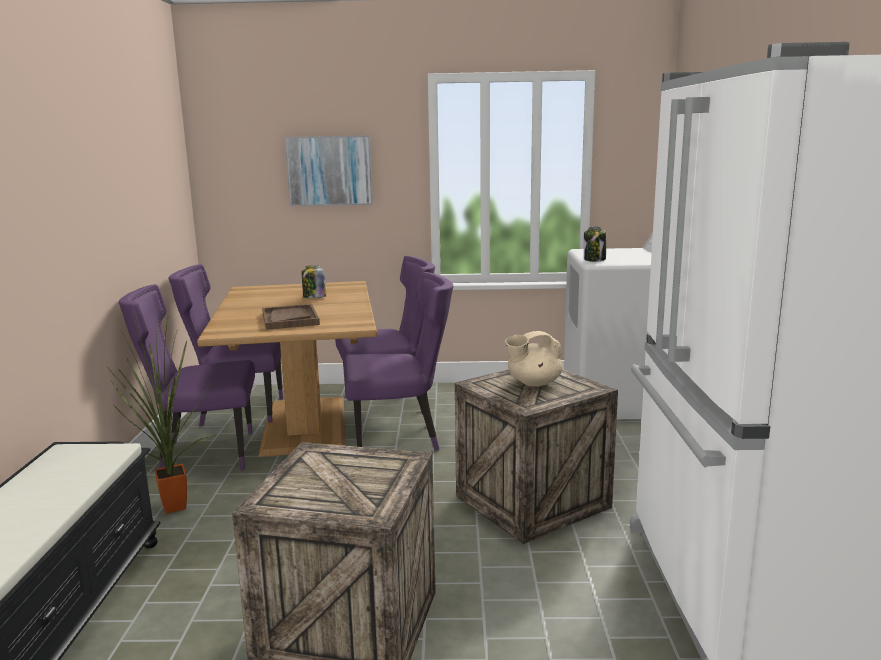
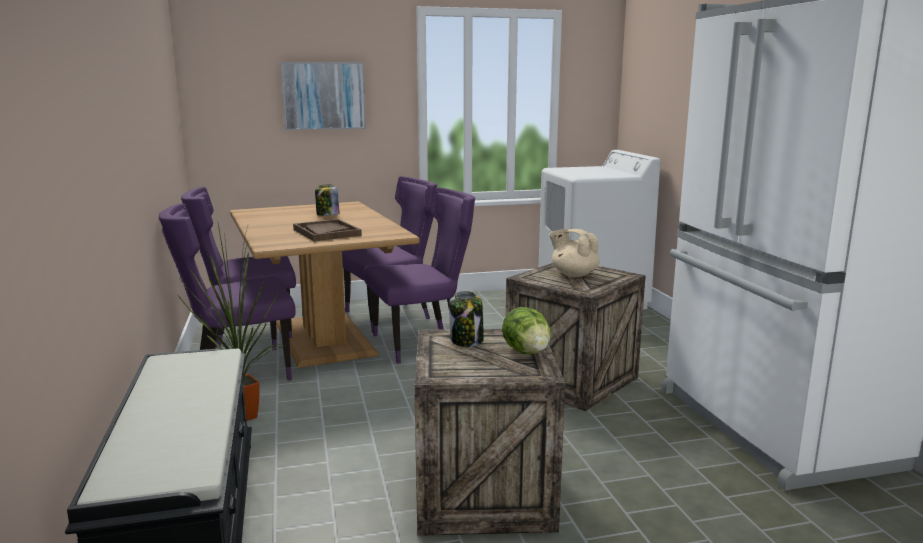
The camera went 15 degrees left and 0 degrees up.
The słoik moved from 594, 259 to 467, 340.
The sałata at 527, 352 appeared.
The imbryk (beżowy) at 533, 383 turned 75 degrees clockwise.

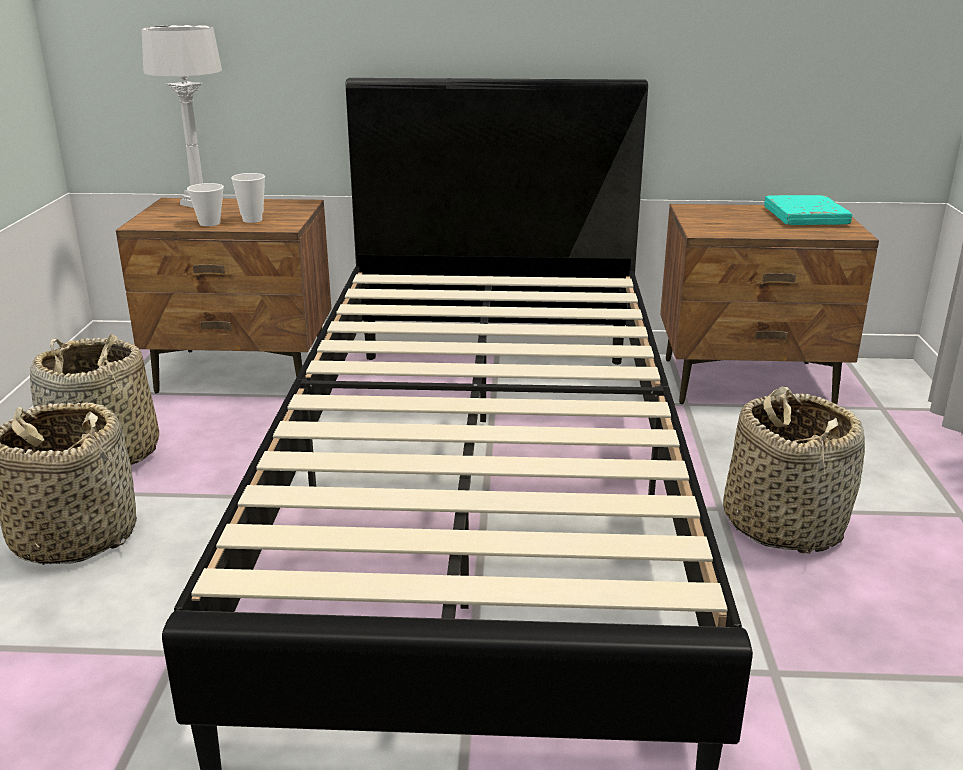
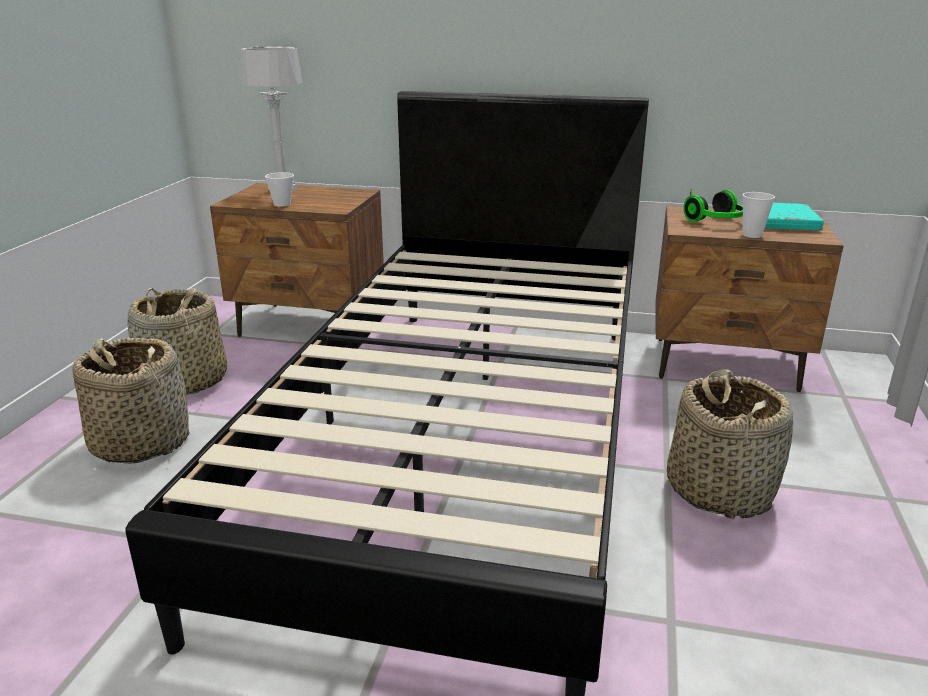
The camera went 10 degrees right and 0 degrees up.
The słuchawki at 717, 221 appeared.
The filiżanka moved from 252, 220 to 752, 235.

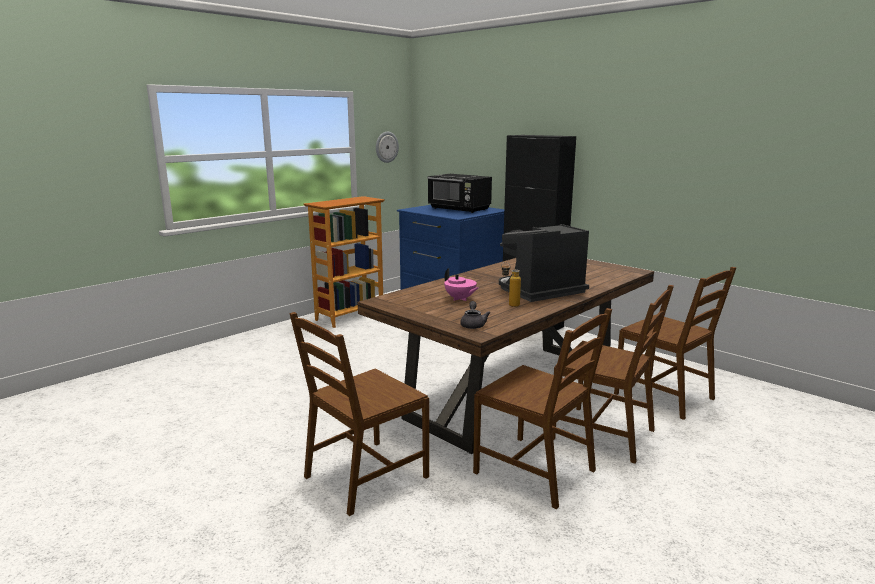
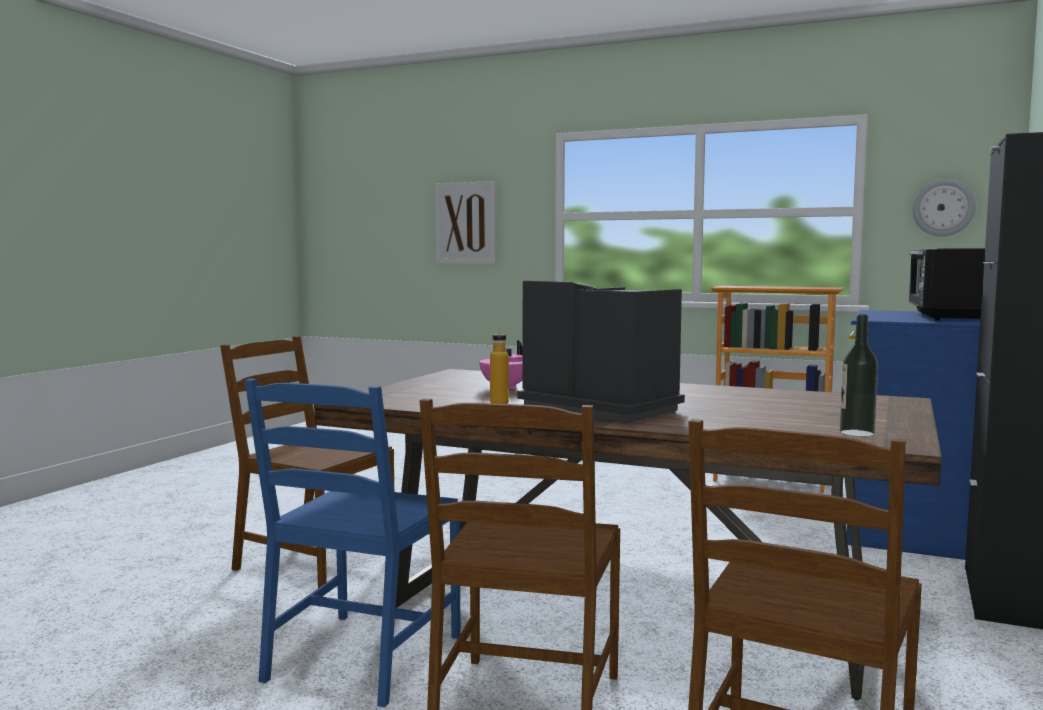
The camera went 70 degrees right and 10 degrees down.
The krzesło (brązowy) at 536, 471 became the krzesło (niebieski) at 362, 658.
The obraz at 466, 223 appeared.
The butelka at 856, 433 appeared.
The imbryk (szary) at 473, 324 disappeared.

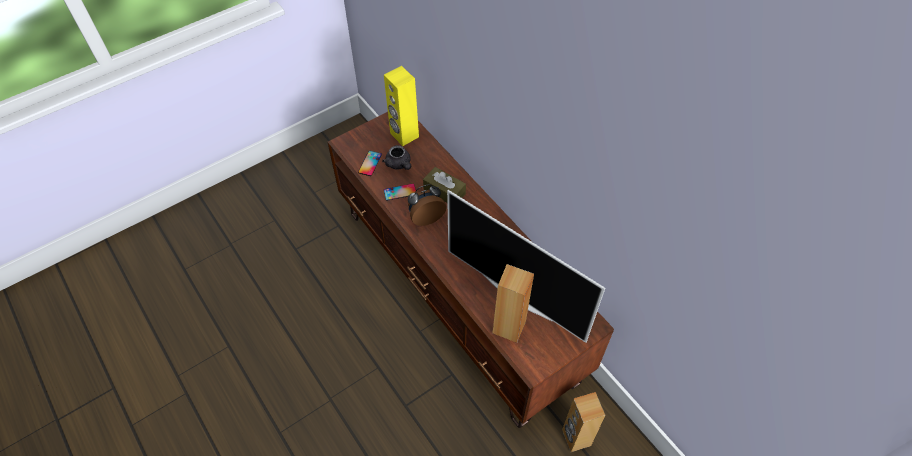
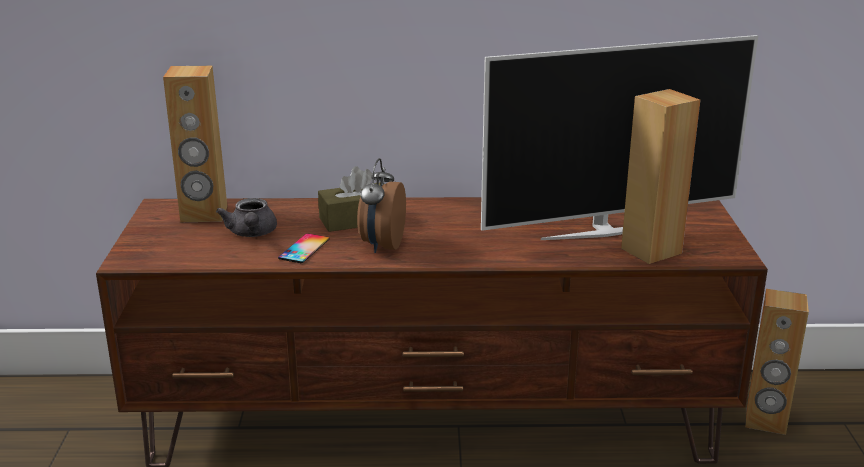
The camera went 55 degrees left and 30 degrees down.
The głośnik (żółty) at 404, 135 became the głośnik (brązowy) at 204, 214.
The imbryk (szary) at 399, 164 turned 75 degrees clockwise.
The telefon at 370, 163 disappeared.

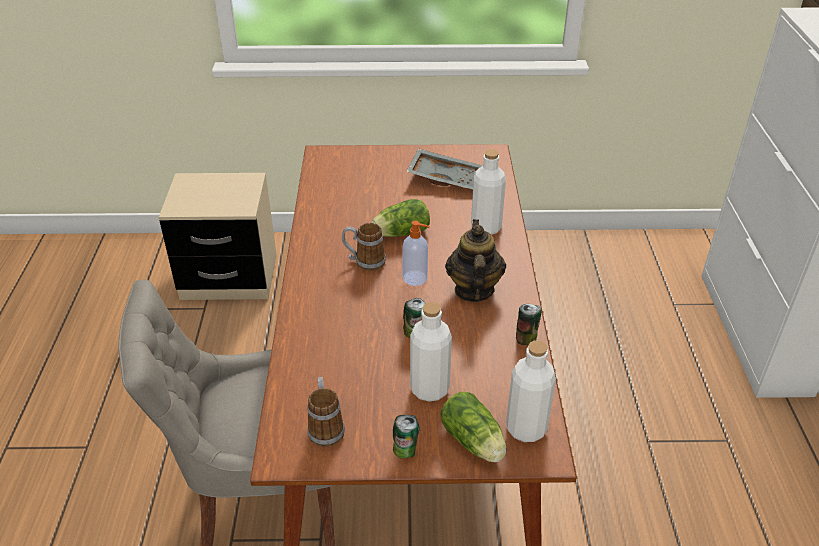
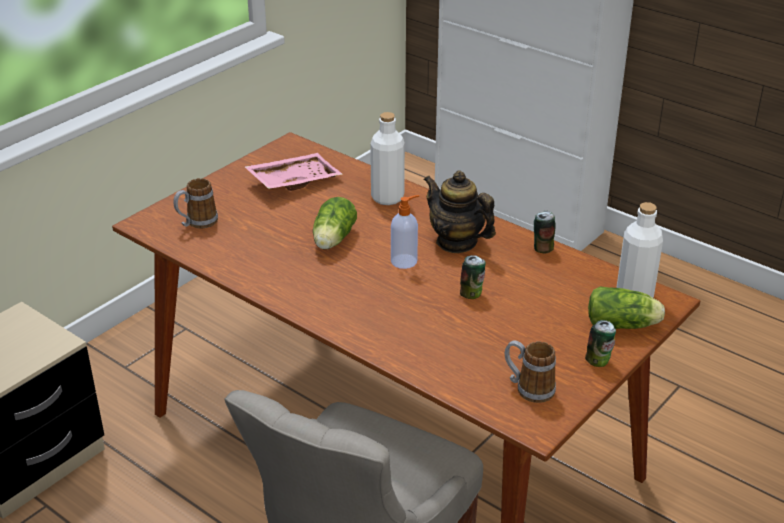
The camera went 50 degrees left and 5 degrees down.
The kubek moved from 364, 261 to 197, 223.
The taca (szary) at 448, 178 became the taca (różowy) at 293, 181.
The butelka (biały) at 429, 389 disappeared.

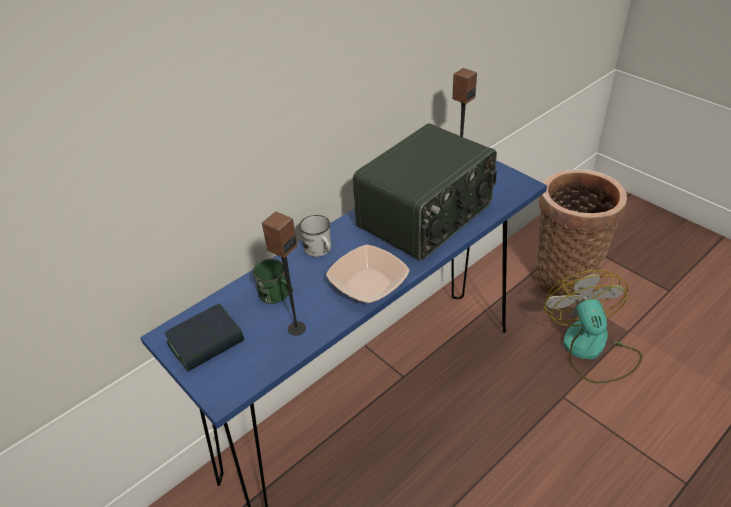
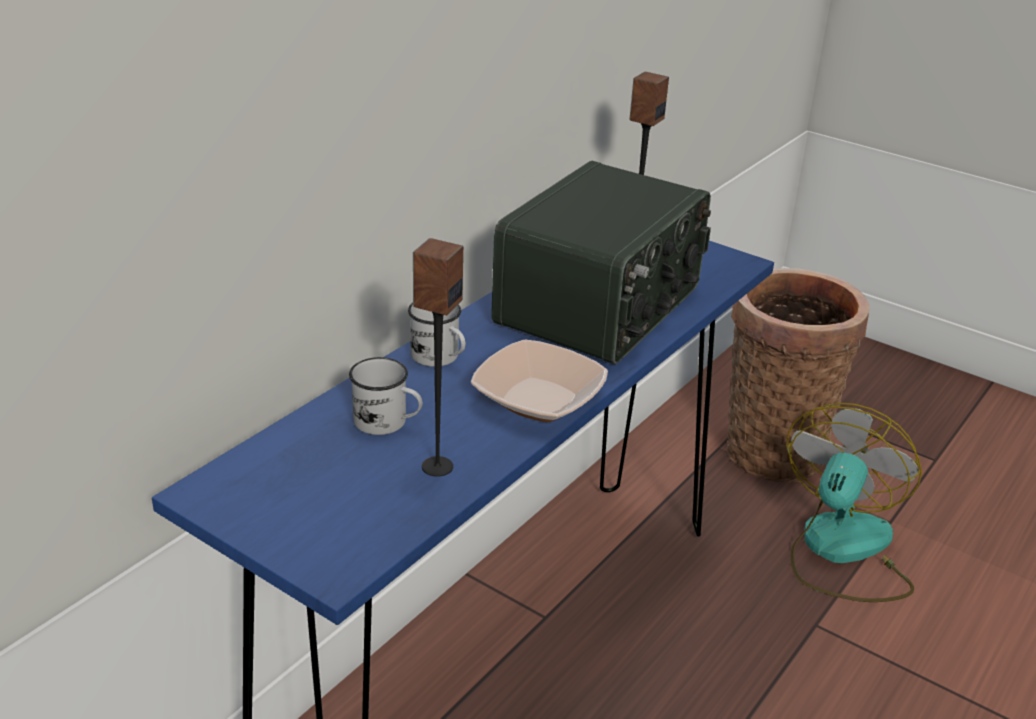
The camera went 15 degrees left and 10 degrees down.
The kubek (zielony) at 277, 295 became the kubek (biały) at 388, 423.
The wentylator at 591, 349 turned 45 degrees clockwise.
The książka at 206, 342 disappeared.

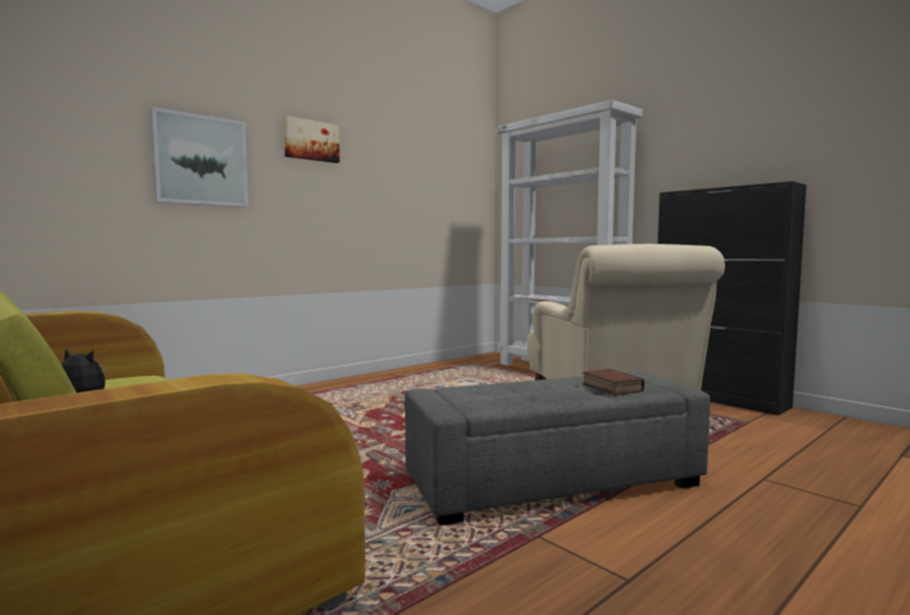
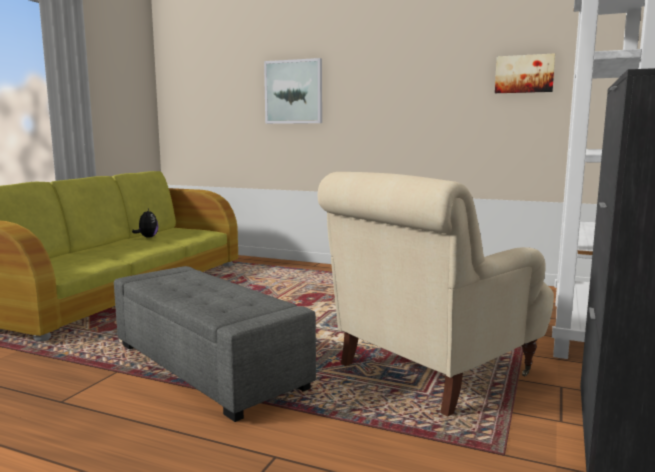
The camera went 65 degrees right and 5 degrees up.
The obraz moved from 311, 140 to 524, 74.
The książka at 610, 387 disappeared.

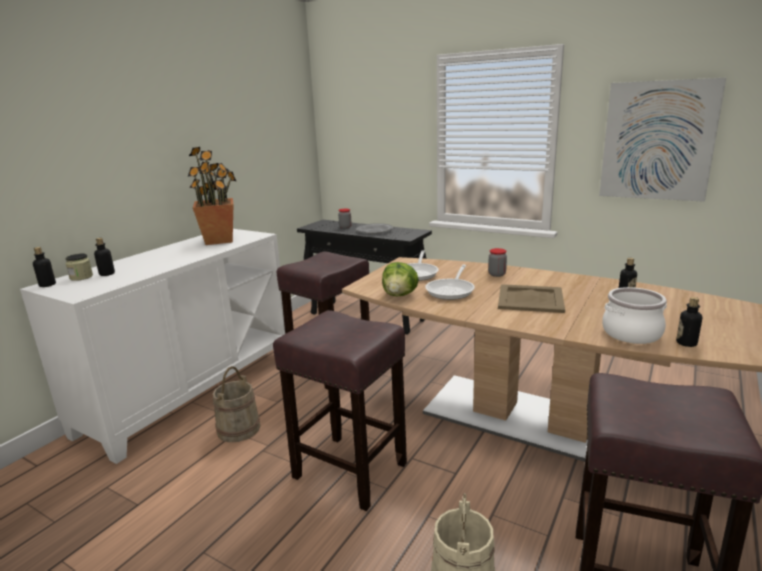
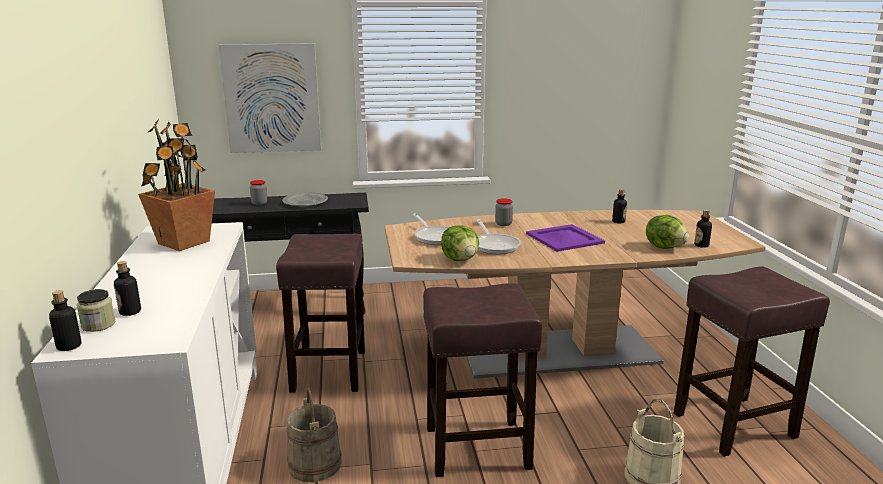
The camera went 40 degrees left and 0 degrees up.
The obraz moved from 657, 141 to 272, 98.
The taca (beżowy) at 531, 299 became the taca (fioletowy) at 564, 238.
The garnek at 631, 333 was replaced by the sałata at 665, 247.

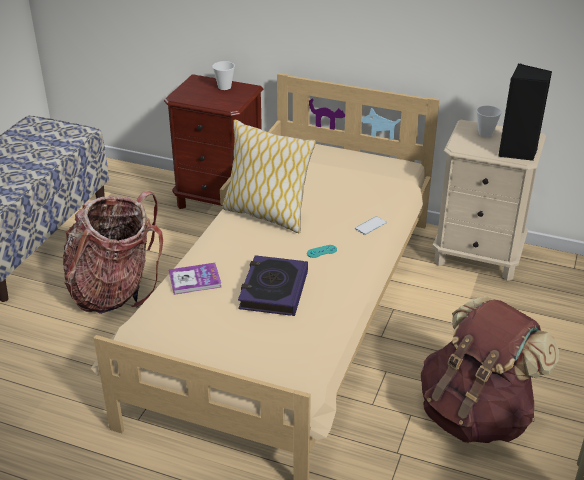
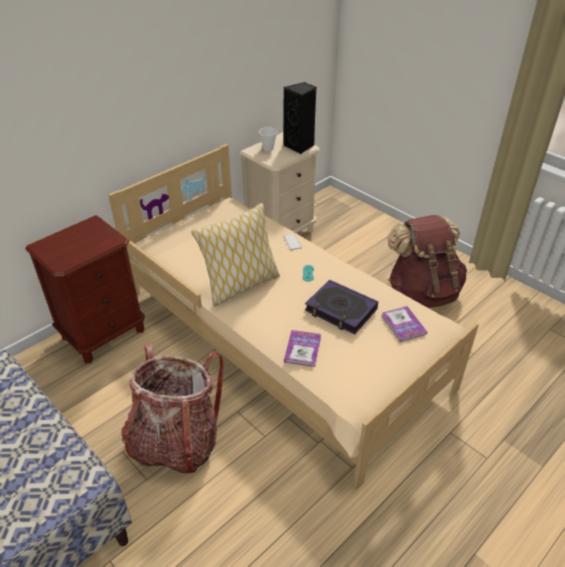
The camera went 65 degrees left and 5 degrees up.
The książka at 403, 325 appeared.
The filiżanka at 224, 87 disappeared.

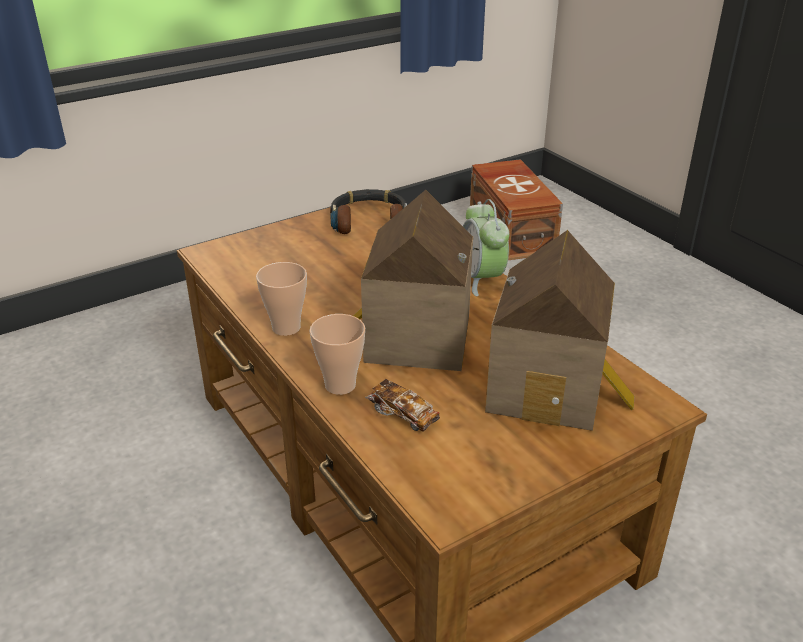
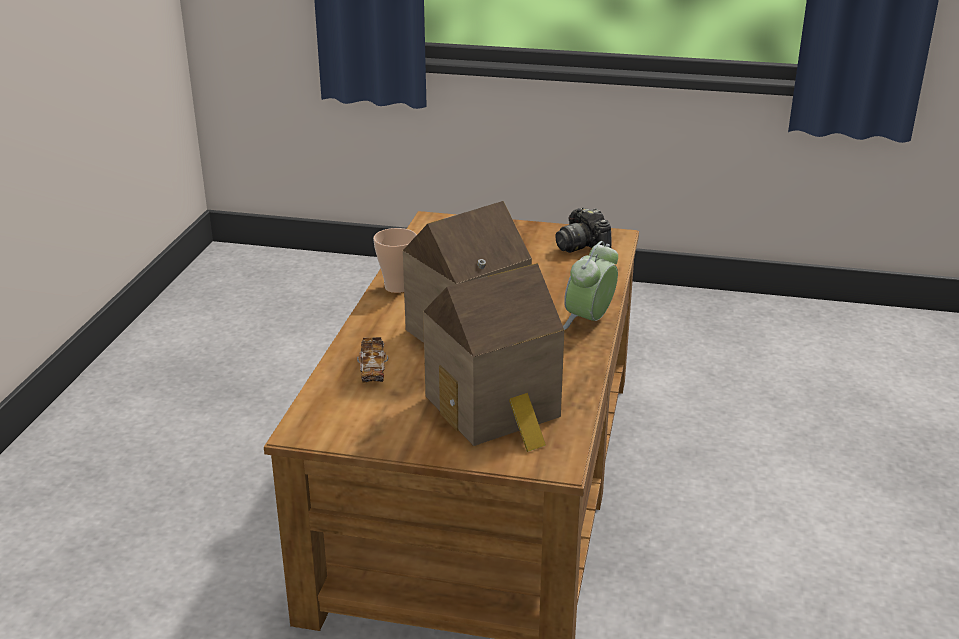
The camera went 45 degrees right and 5 degrees down.
The słuchawki at 370, 221 was replaced by the aparat fotograficzny at 582, 246.
The filiżanka at 340, 385 disappeared.
The pojemnik do przechowywania (brązowy) at 512, 230 disappeared.

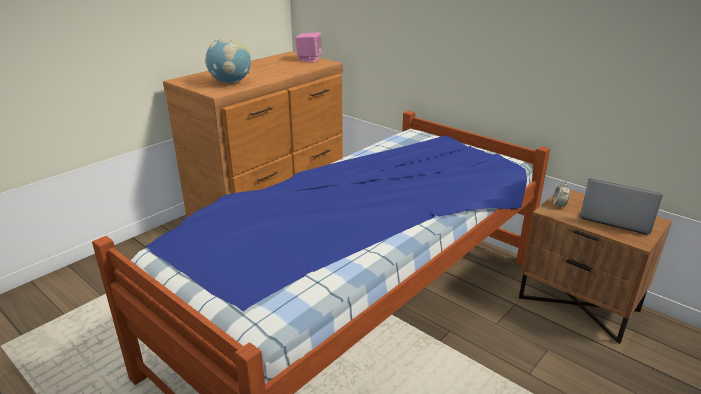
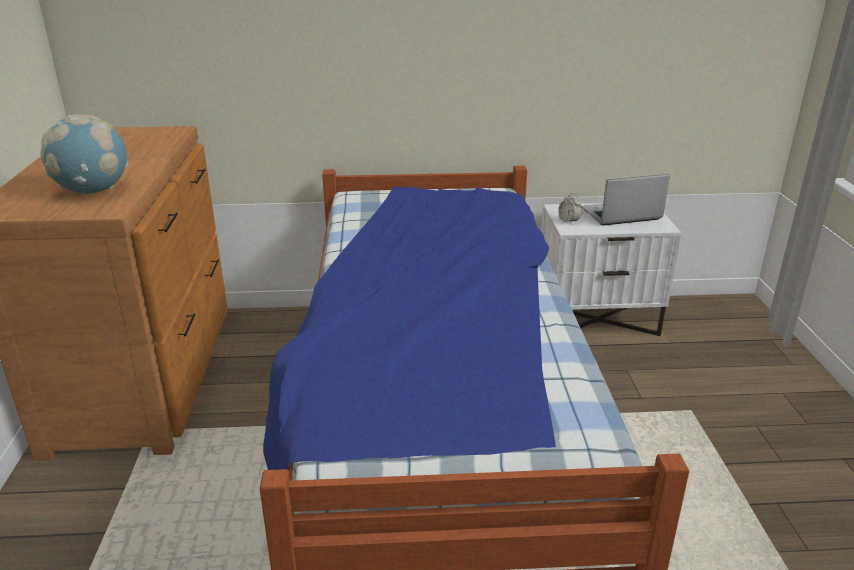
The camera went 45 degrees left and 0 degrees up.
The szafka nocna (brązowy) at 579, 303 became the szafka nocna (biały) at 597, 319.
The głośnik (różowy) at 309, 59 disappeared.

